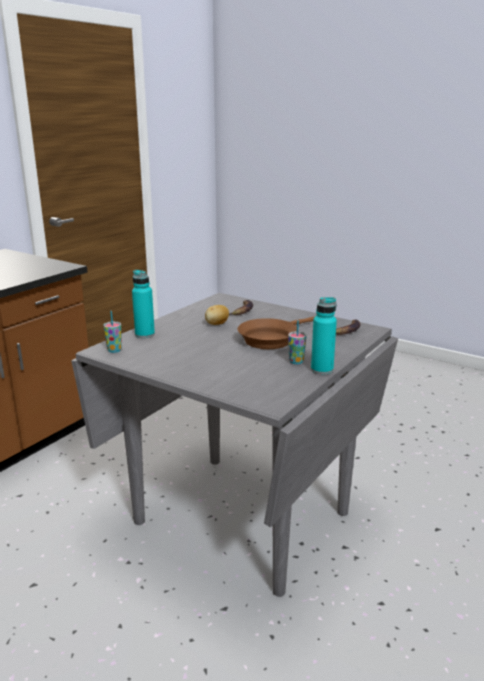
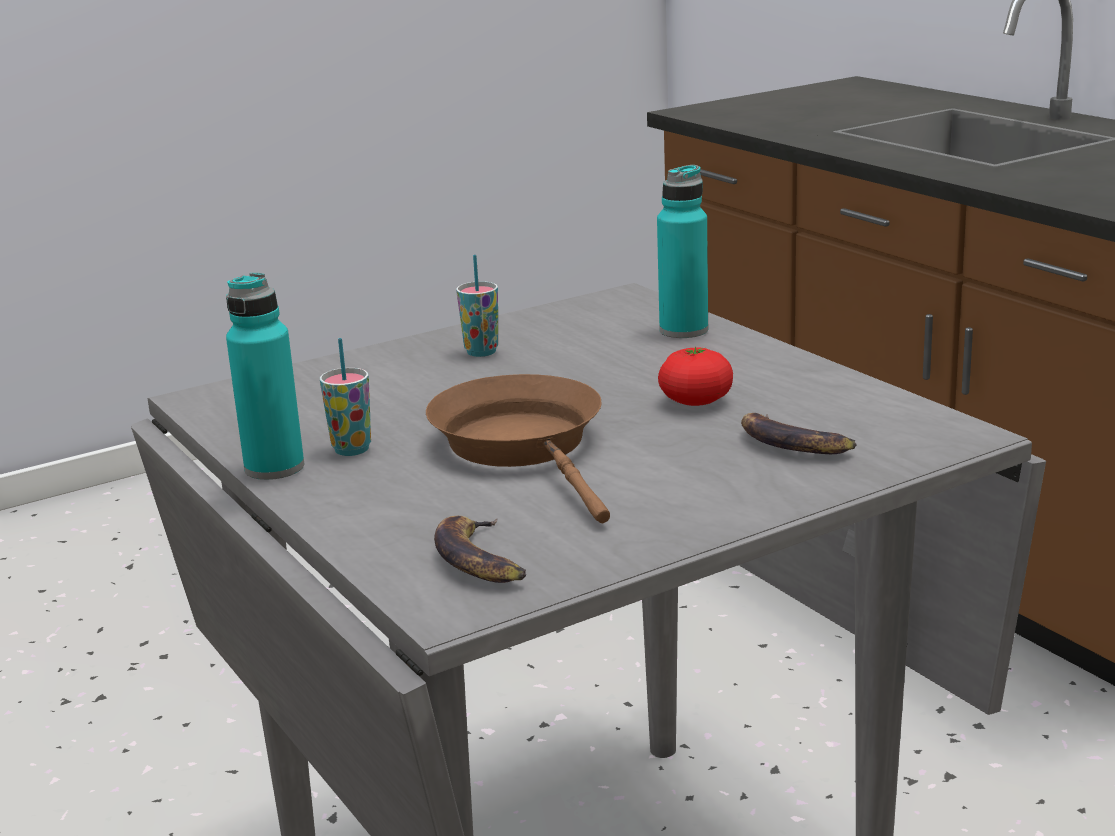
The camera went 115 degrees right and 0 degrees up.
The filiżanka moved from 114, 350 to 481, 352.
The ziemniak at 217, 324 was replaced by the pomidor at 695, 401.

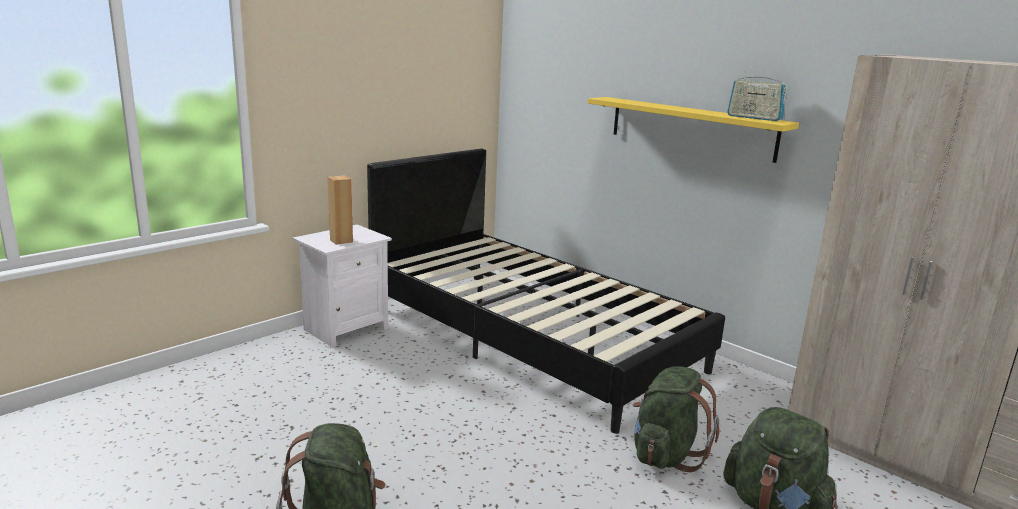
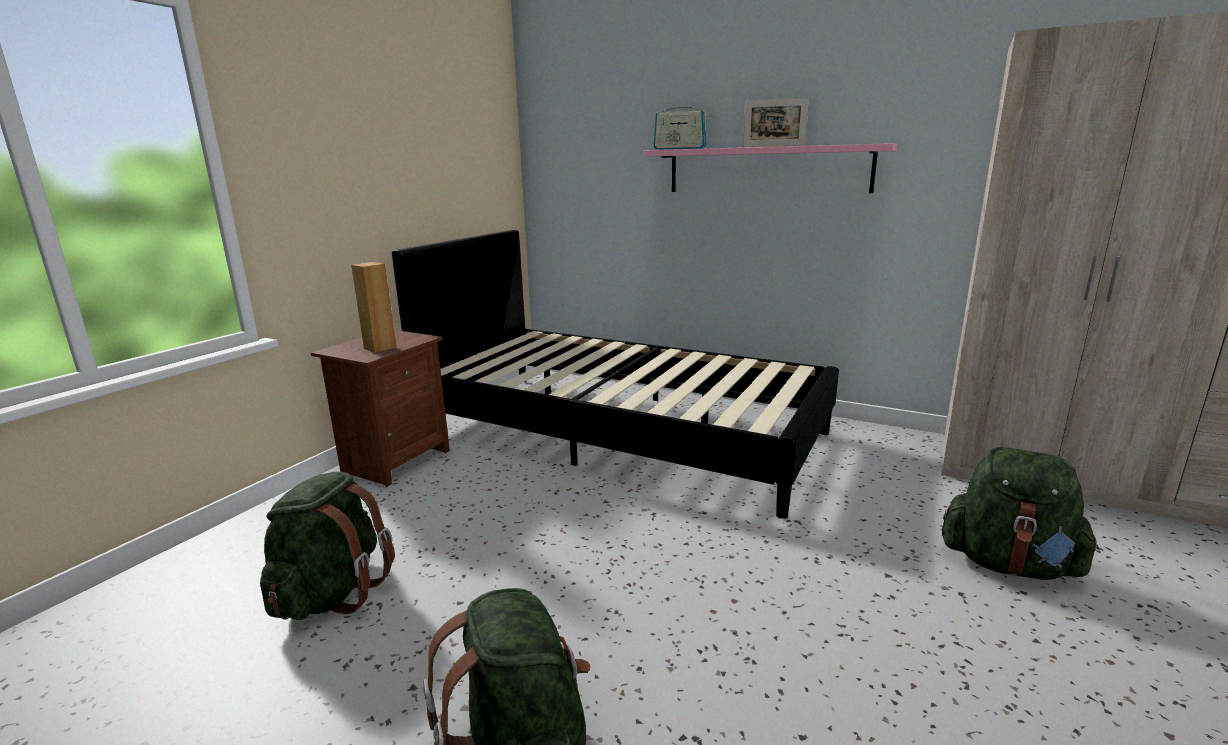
The camera went 15 degrees left and 0 degrees up.
The plecak (zielony) moved from 666, 454 to 332, 593.
The szafka nocna (biały) at 344, 329 became the szafka nocna (brązowy) at 394, 461.
The półka (żółty) at 690, 128 became the półka (różowy) at 766, 170.
The radio moved from 754, 118 to 679, 149.
The ramka na zdjęcie at 773, 146 appeared.

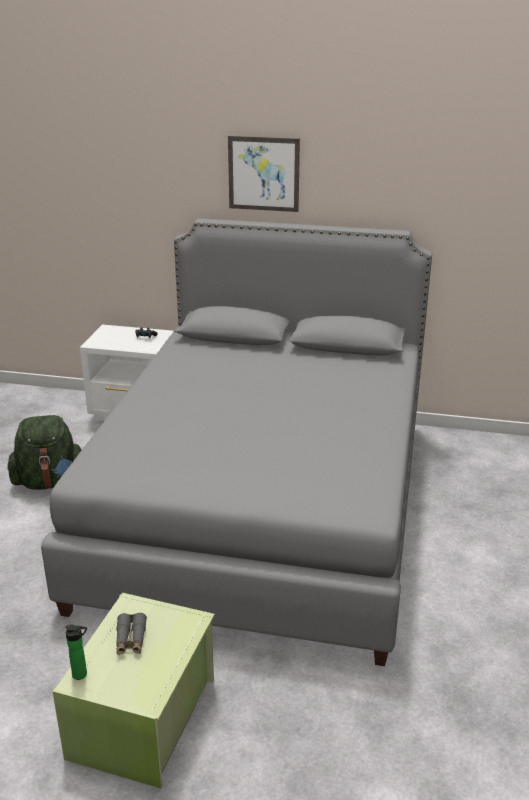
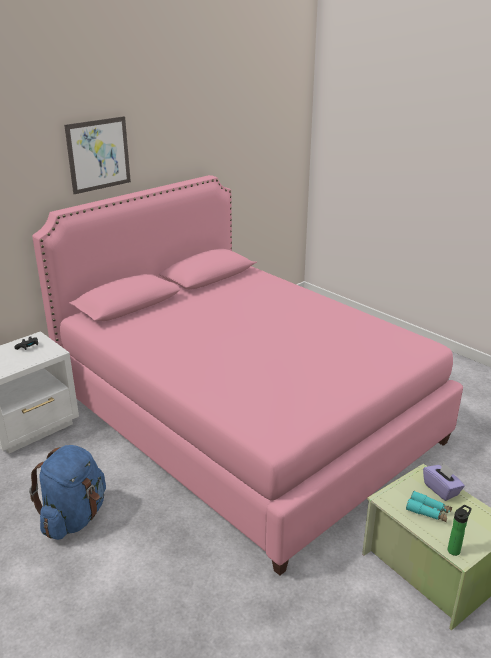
The camera went 55 degrees left and 0 degrees up.
The plecak (zielony) at 50, 482 became the plecak (niebieski) at 75, 517.
The łóżko (szary) at 264, 506 became the łóżko (różowy) at 244, 418.
The lornetka (szary) at 131, 640 became the lornetka (turkusowy) at 428, 511.
The pudełko chusteczek (fioletowy) at 441, 489 appeared.

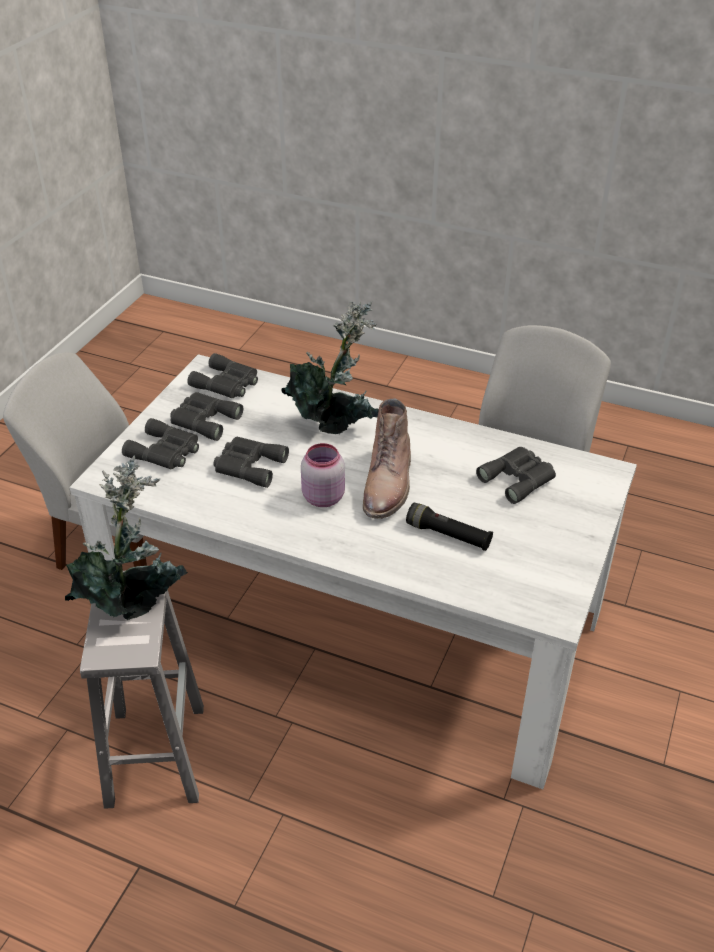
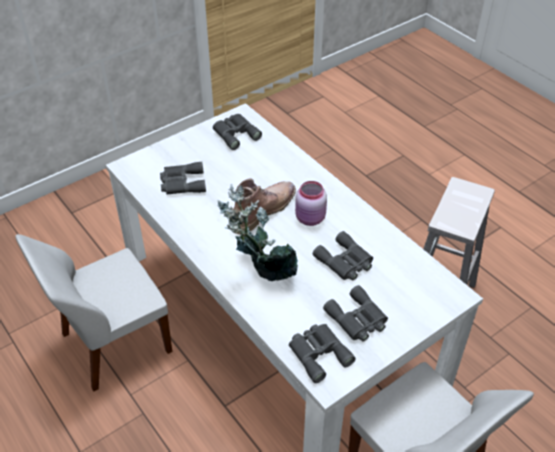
The camera went 150 degrees left and 5 degrees up.
The lornetka (szary) moved from 165, 452 to 235, 133.
The roślina doniczkowa at 133, 603 disappeared.
The latarka (czarny) at 448, 535 disappeared.

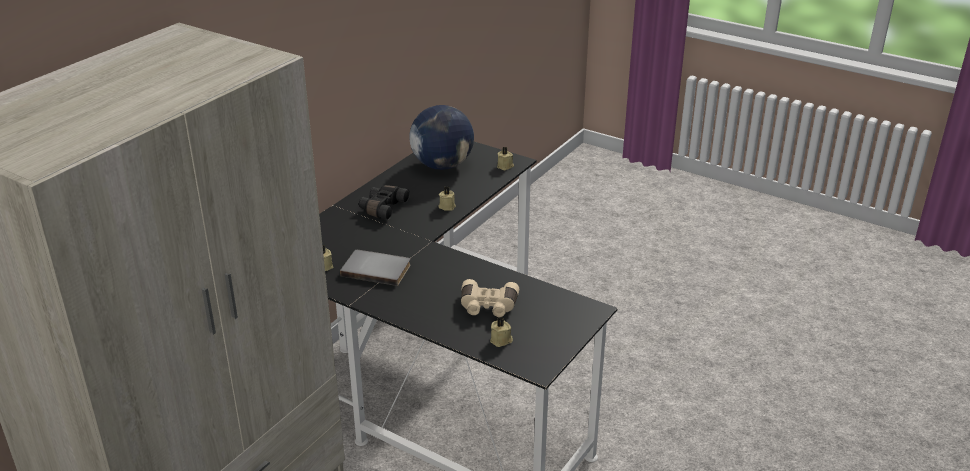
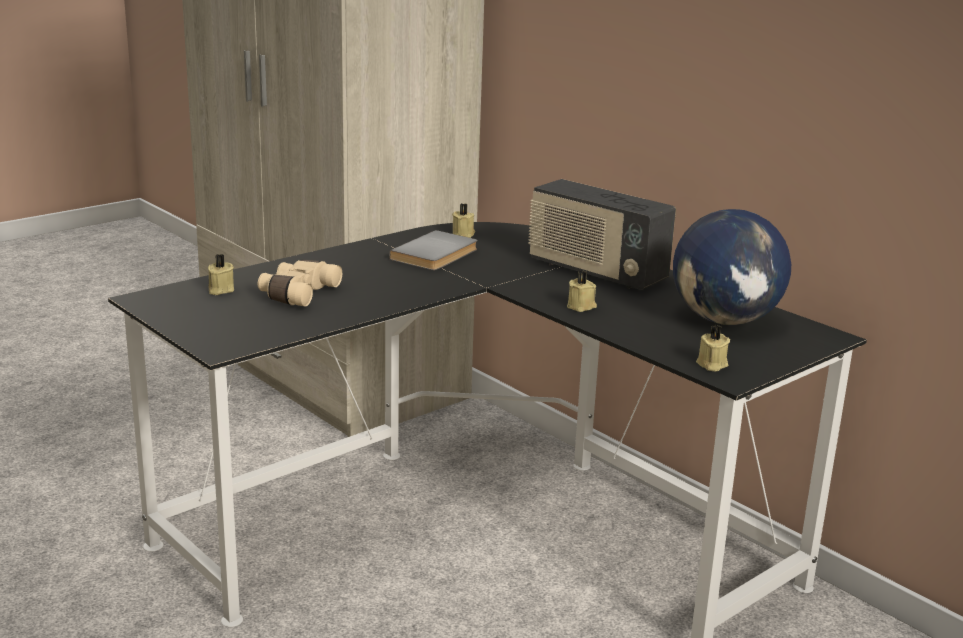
The camera went 105 degrees right and 10 degrees down.
The lornetka (czarny) at 382, 208 was replaced by the radio at 595, 272.

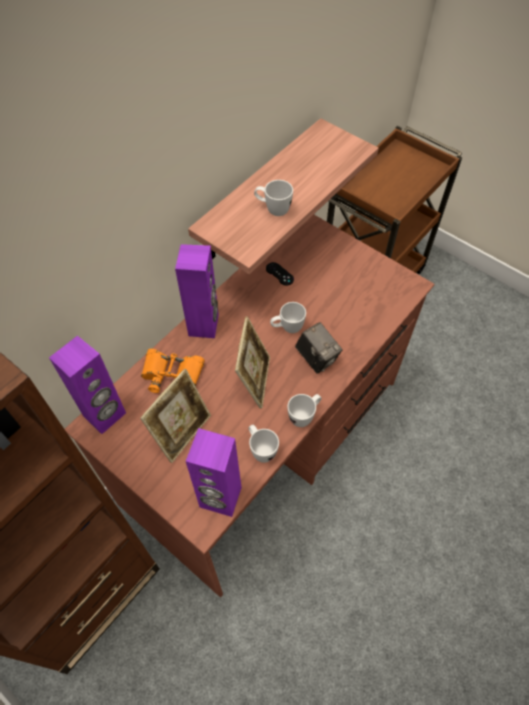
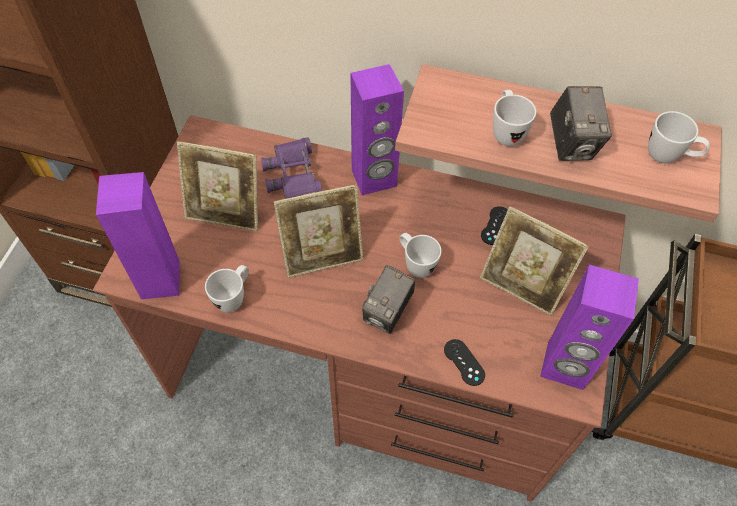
The camera went 65 degrees right and 0 degrees up.
The lornetka (pomarańczowy) at 172, 374 became the lornetka (fioletowy) at 293, 175.
The pad do gier (czarny) at 464, 362 appeared.
The ramka na zdjęcie at 522, 286 appeared.
The głośnik (fioletowy) moved from 105, 415 to 565, 366.
The aparat fotograficzny at 572, 144 appeared.
The kubek (biały) moved from 304, 416 to 669, 157.

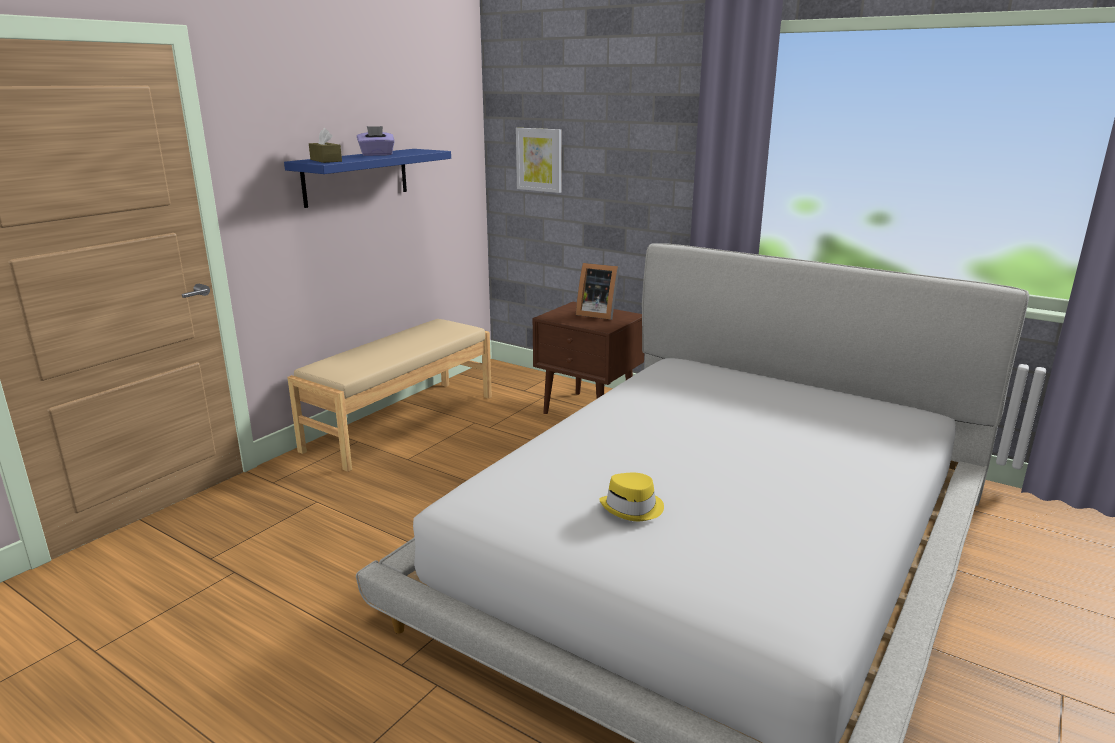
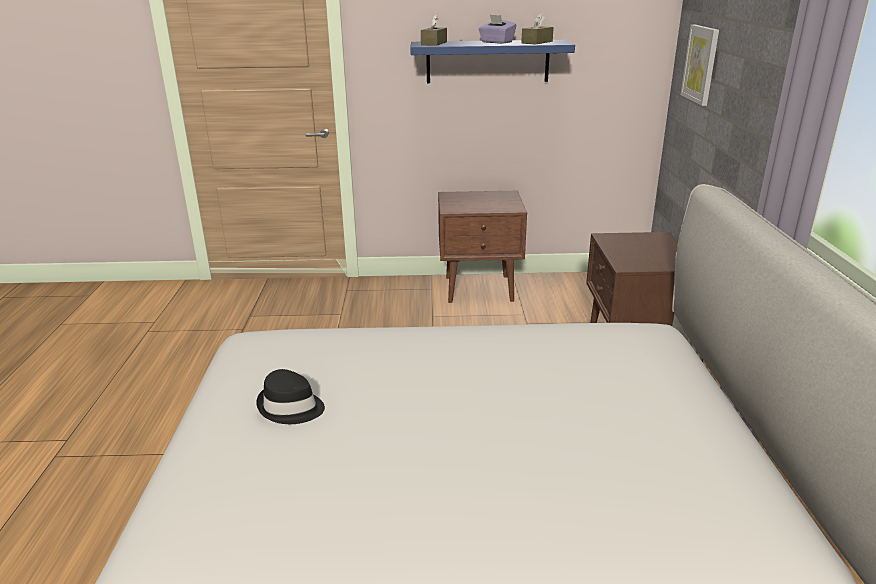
The camera went 55 degrees right and 5 degrees up.
The kapelusz (żółty) at 633, 508 became the kapelusz (czarny) at 290, 407.
The ławka (beżowy) at 401, 422 was replaced by the szafka nocna (brązowy) at 480, 289.
The pudełko chusteczek (brązowy) at 537, 42 appeared.
The ramka na zdjęcie at 597, 314 disappeared.

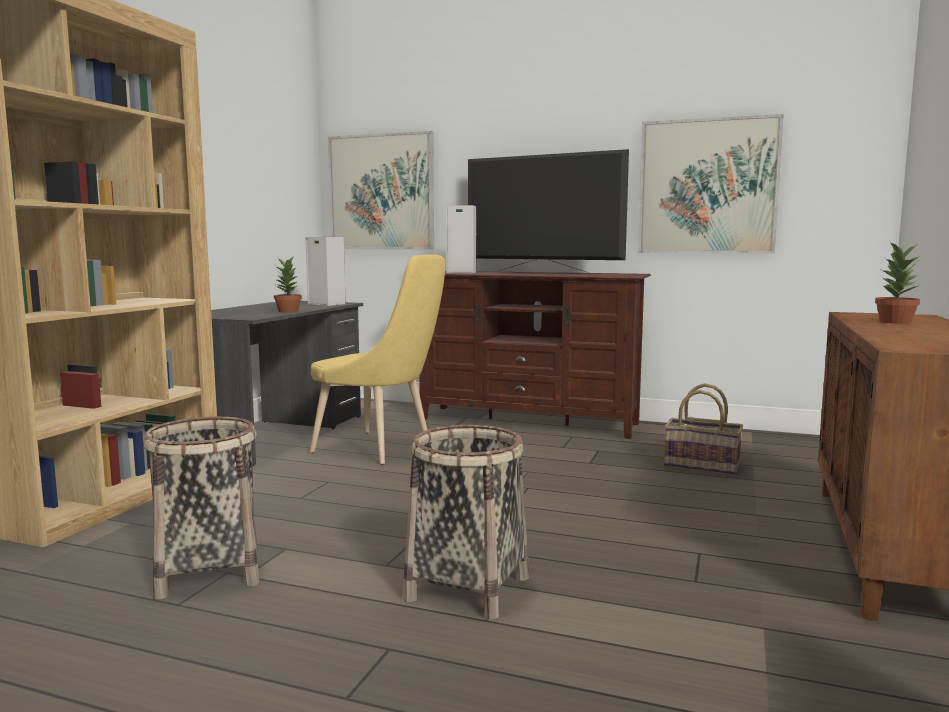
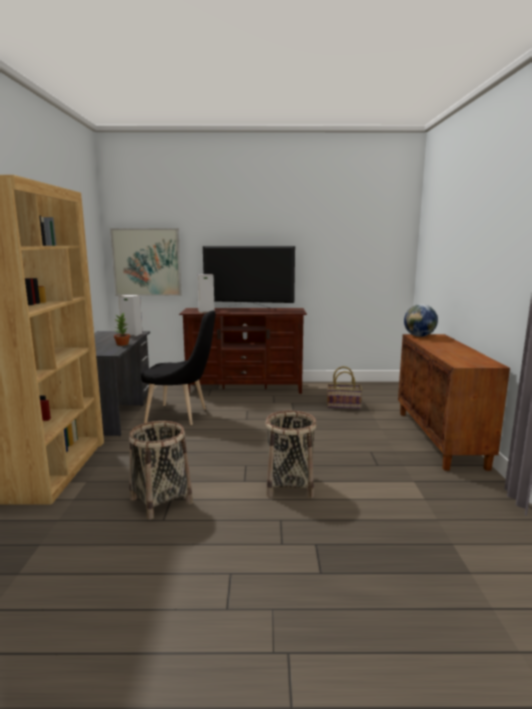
The camera went 20 degrees left and 5 degrees up.
The krzesło (żółty) at 379, 449 became the krzesło (czarny) at 181, 416.
The globus at 419, 336 appeared.
The obraz at 707, 187 disappeared.
The roślina doniczkowa at 894, 322 disappeared.

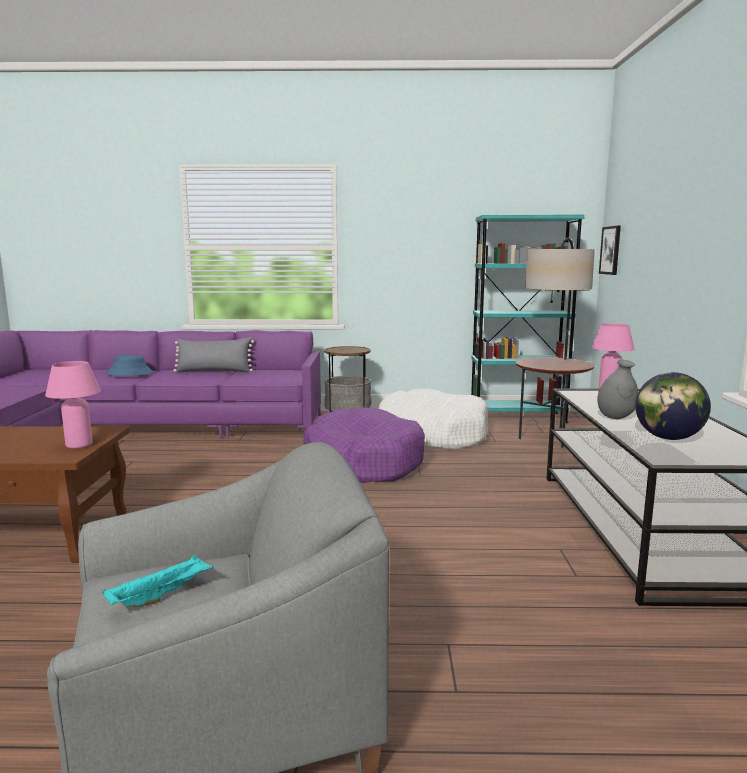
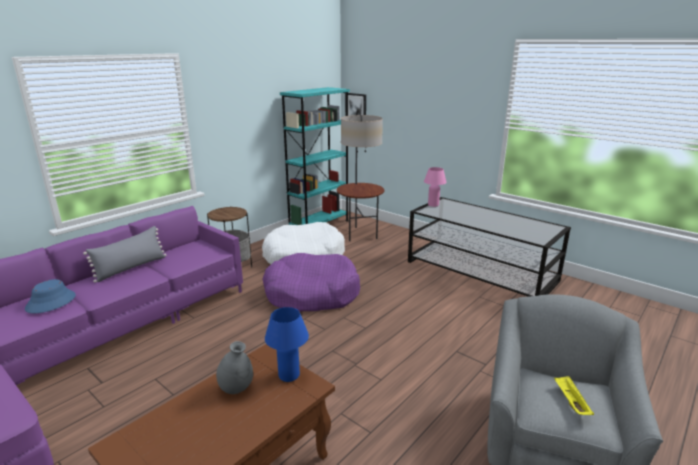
The camera went 50 degrees left and 10 degrees up.
The wazon (szary) moved from 615, 417 to 236, 388.
The lampa stołowa (różowy) at 79, 445 became the lampa stołowa (niebieski) at 289, 375.
The taca (turkusowy) at 162, 595 became the taca (żółty) at 570, 402.
The globus at 668, 438 disappeared.

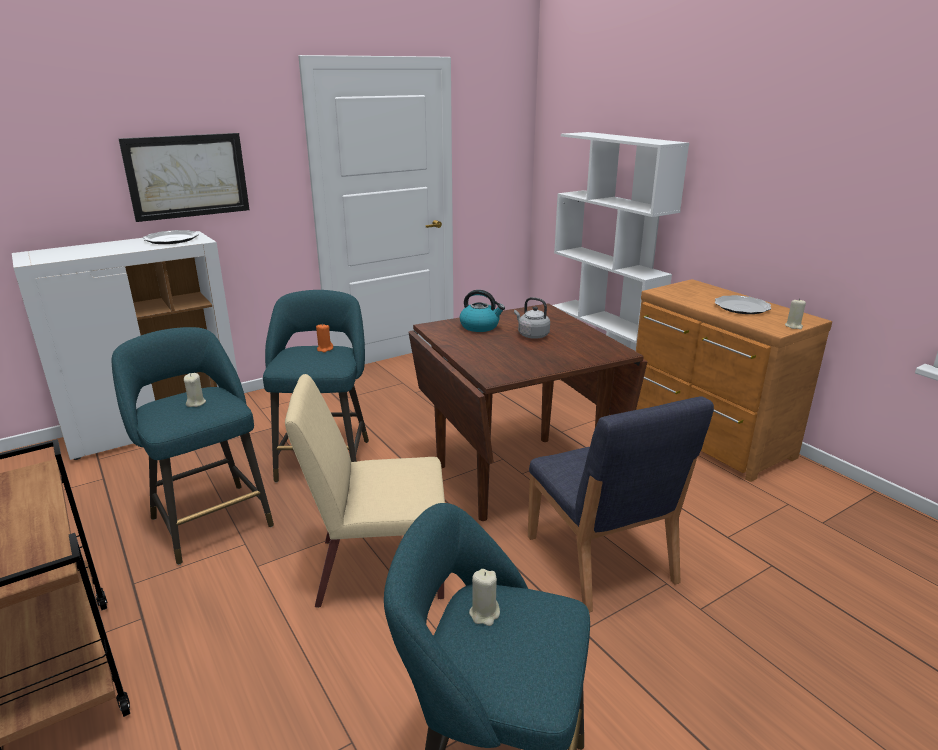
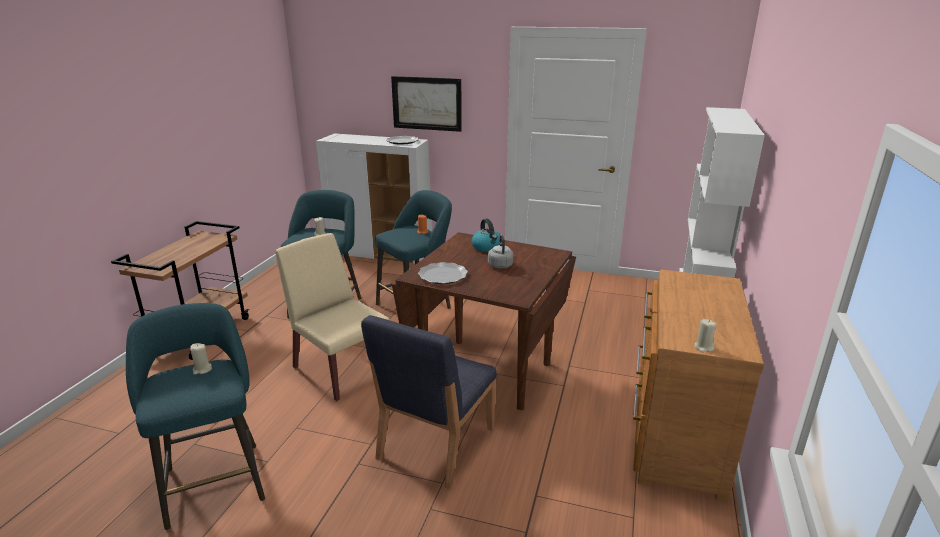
The camera went 50 degrees right and 0 degrees up.
The talerz moved from 742, 307 to 443, 275.

